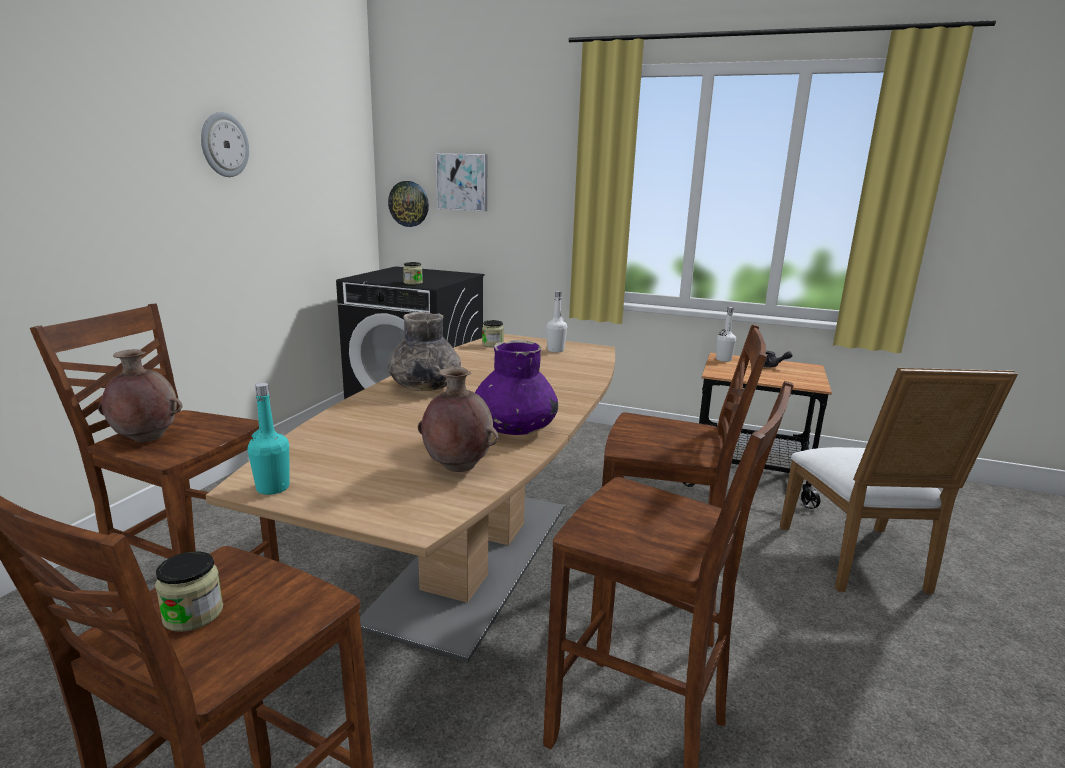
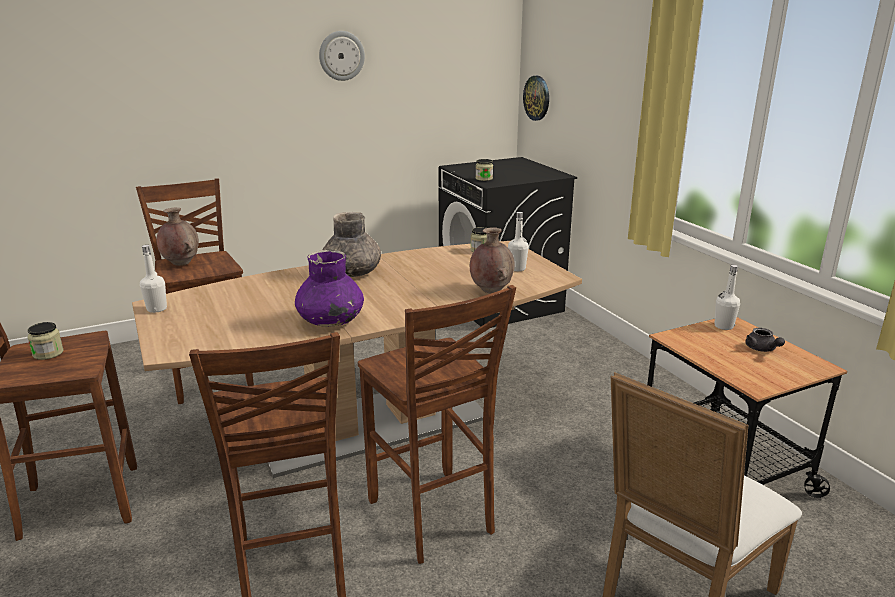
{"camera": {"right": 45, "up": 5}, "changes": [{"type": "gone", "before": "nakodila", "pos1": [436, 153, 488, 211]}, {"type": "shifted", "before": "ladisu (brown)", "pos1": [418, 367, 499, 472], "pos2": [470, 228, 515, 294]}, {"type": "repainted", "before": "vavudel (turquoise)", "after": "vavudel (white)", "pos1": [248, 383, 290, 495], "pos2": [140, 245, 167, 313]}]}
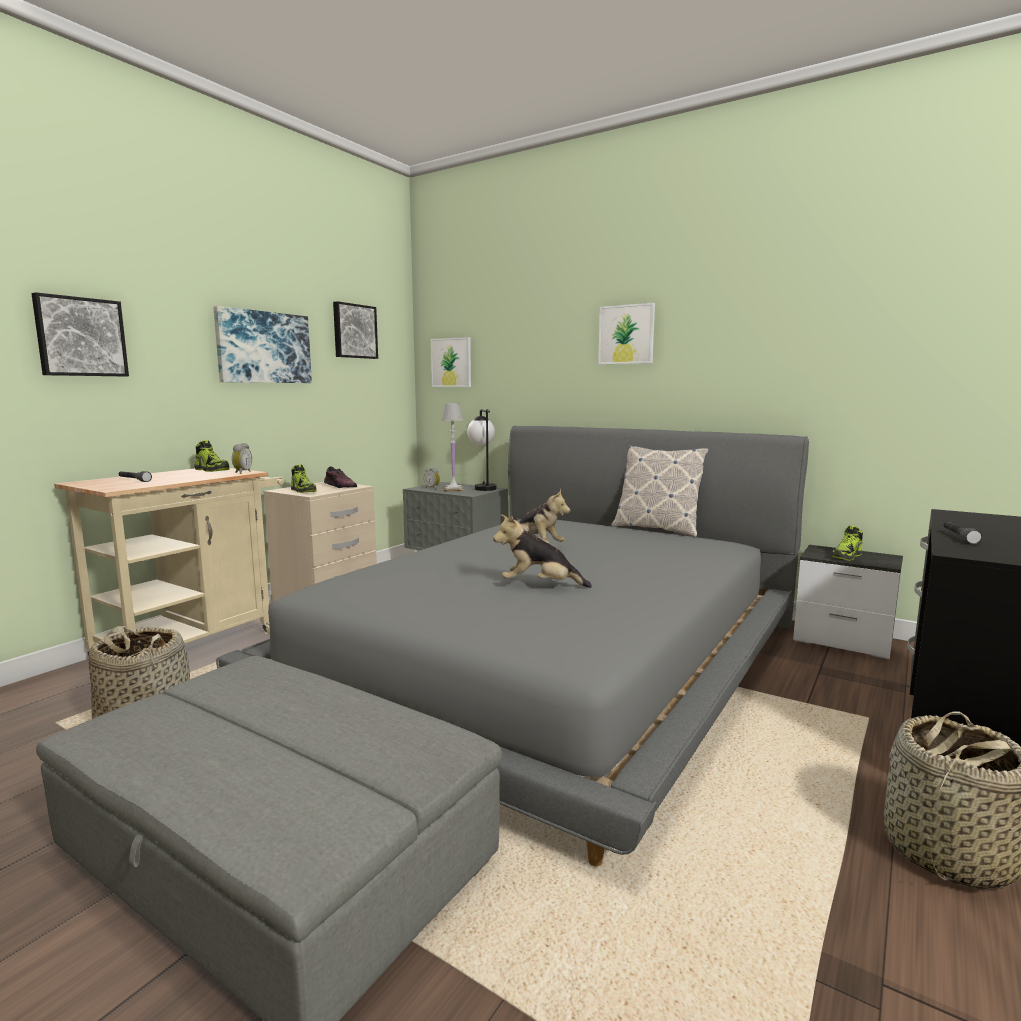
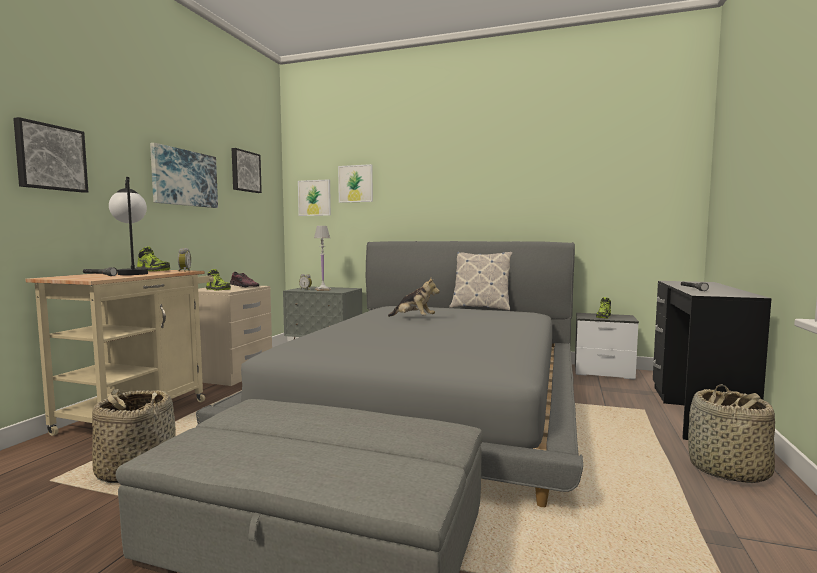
{"camera": {"right": -15, "up": -5}, "changes": [{"type": "gone", "before": "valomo", "pos1": [493, 514, 592, 588]}, {"type": "shifted", "before": "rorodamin", "pos1": [467, 409, 497, 491], "pos2": [109, 177, 148, 275]}, {"type": "shifted", "before": "nakodila", "pos1": [598, 303, 655, 364], "pos2": [338, 164, 373, 203]}]}
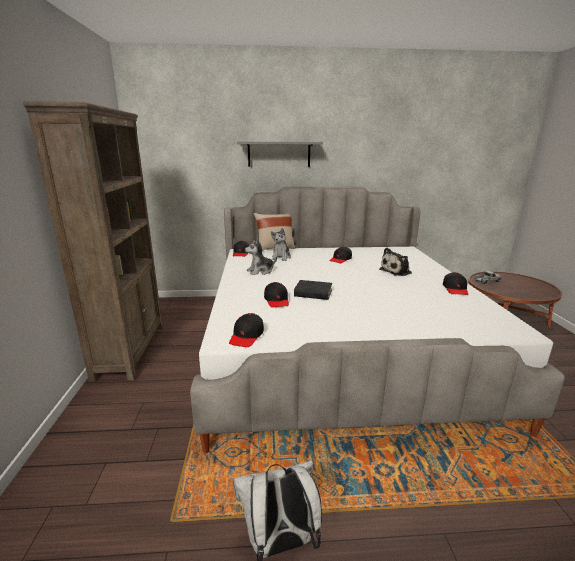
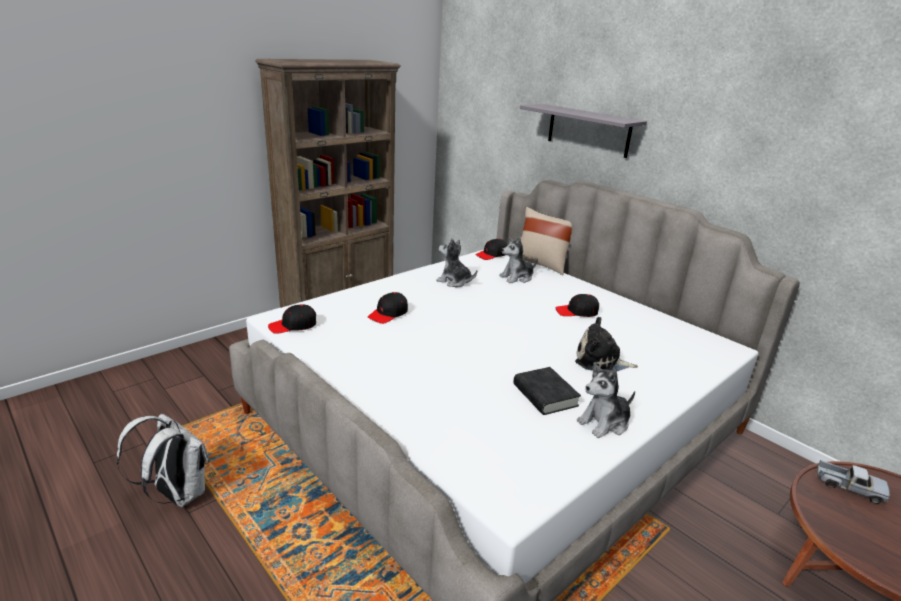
{"camera": {"right": 50, "up": 5}, "changes": [{"type": "shifted", "before": "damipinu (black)", "pos1": [294, 280, 332, 300], "pos2": [513, 367, 581, 415]}, {"type": "swapped", "before": "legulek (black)", "after": "valomo", "pos1": [443, 272, 468, 295], "pos2": [577, 363, 635, 438]}]}
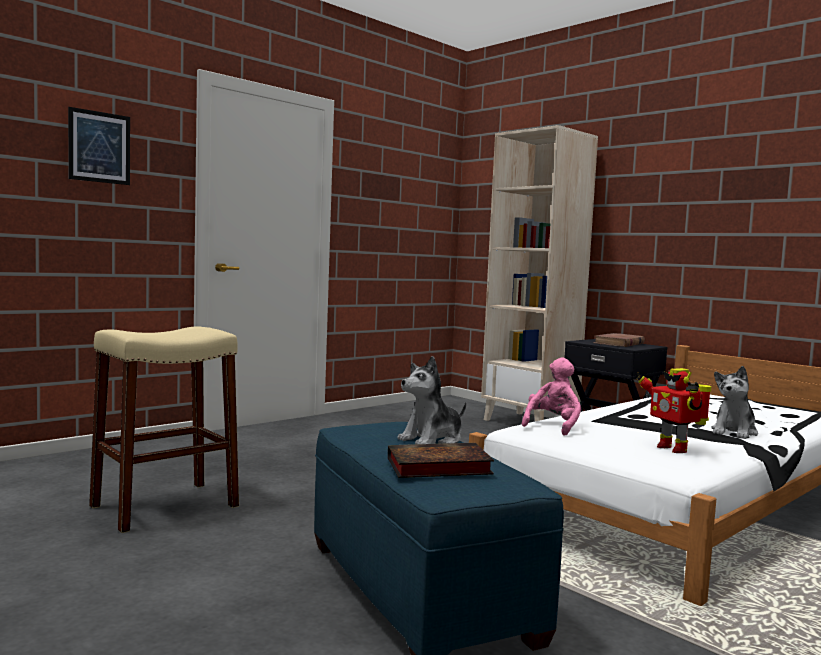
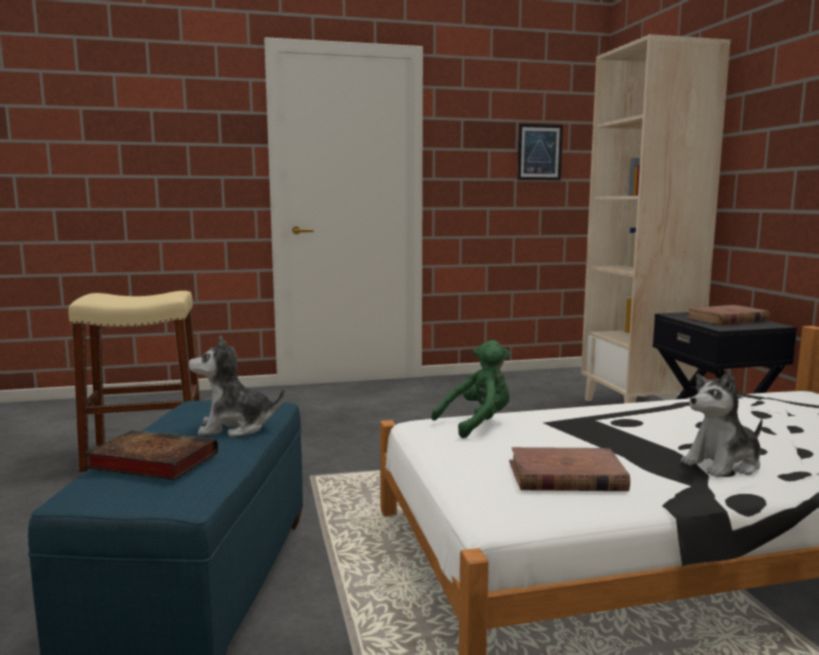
{"camera": {"right": 30, "up": 5}, "changes": [{"type": "shifted", "before": "nakodila", "pos1": [68, 107, 130, 185], "pos2": [517, 124, 563, 180]}, {"type": "swapped", "before": "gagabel", "after": "damipinu (brown)", "pos1": [637, 368, 711, 453], "pos2": [509, 447, 630, 491]}, {"type": "repainted", "before": "valomo (pink)", "after": "valomo (green)", "pos1": [521, 358, 581, 436], "pos2": [431, 340, 510, 438]}]}
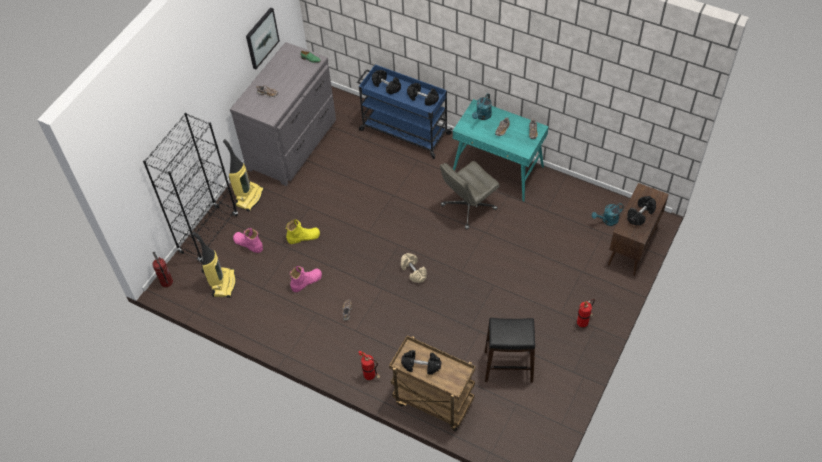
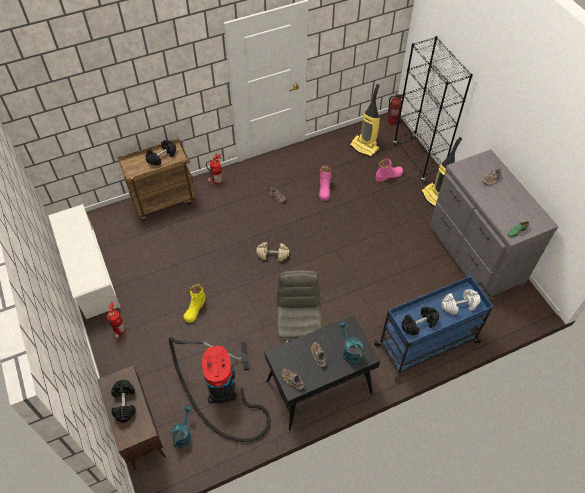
{"camera": {"right": 125, "up": 0}, "changes": [{"type": "gone", "before": "nakodila", "pos1": [246, 7, 280, 69]}, {"type": "gone", "before": "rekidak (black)", "pos1": [485, 318, 535, 383]}, {"type": "new", "after": "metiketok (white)", "pos2": [48, 204, 121, 319]}, {"type": "new", "after": "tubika", "pos2": [169, 337, 271, 442]}, {"type": "shifted", "before": "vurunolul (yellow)", "pos1": [286, 220, 320, 244], "pos2": [183, 283, 206, 323]}, {"type": "repainted", "before": "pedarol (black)", "after": "pedarol (white)", "pos1": [372, 70, 401, 94], "pos2": [441, 289, 480, 315]}, {"type": "repainted", "before": "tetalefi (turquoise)", "after": "tetalefi (black)", "pos1": [453, 99, 549, 202], "pos2": [264, 315, 380, 431]}]}
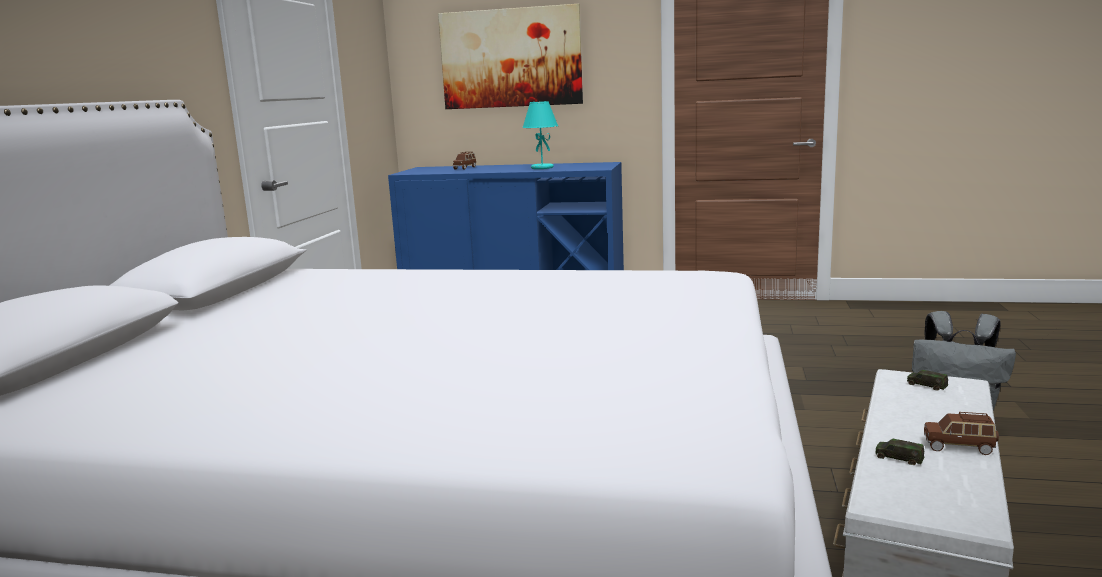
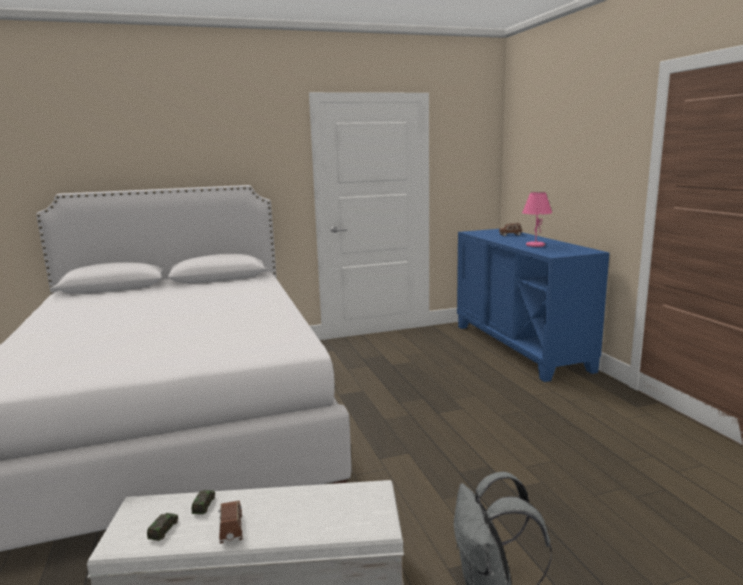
{"camera": {"right": 60, "up": 0}, "changes": [{"type": "gone", "before": "nakodila", "pos1": [438, 4, 583, 109]}, {"type": "shifted", "before": "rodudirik", "pos1": [907, 370, 948, 391], "pos2": [147, 513, 179, 541]}, {"type": "repainted", "before": "rorodamin (turquoise)", "after": "rorodamin (pink)", "pos1": [522, 101, 558, 169], "pos2": [522, 192, 552, 247]}]}
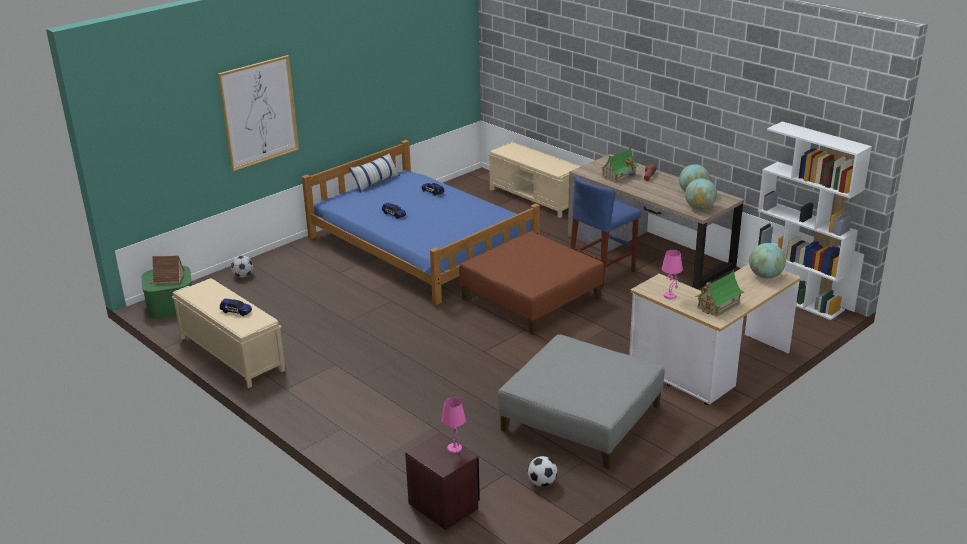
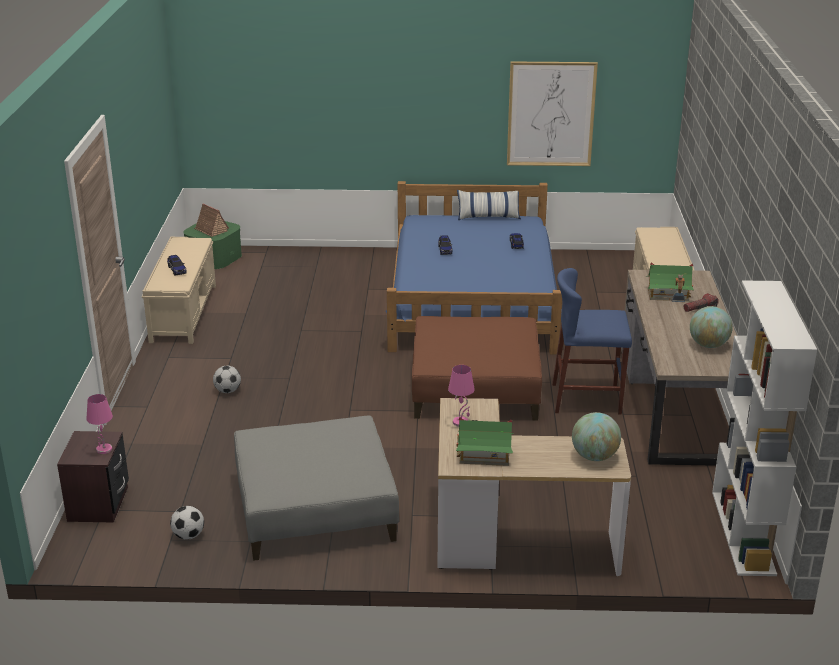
{"camera": {"right": 45, "up": 0}, "changes": [{"type": "gone", "before": "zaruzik", "pos1": [685, 178, 717, 210]}, {"type": "shifted", "before": "nakodila", "pos1": [218, 55, 299, 171], "pos2": [507, 61, 598, 166]}, {"type": "shifted", "before": "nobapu", "pos1": [231, 256, 253, 277], "pos2": [213, 366, 241, 393]}]}
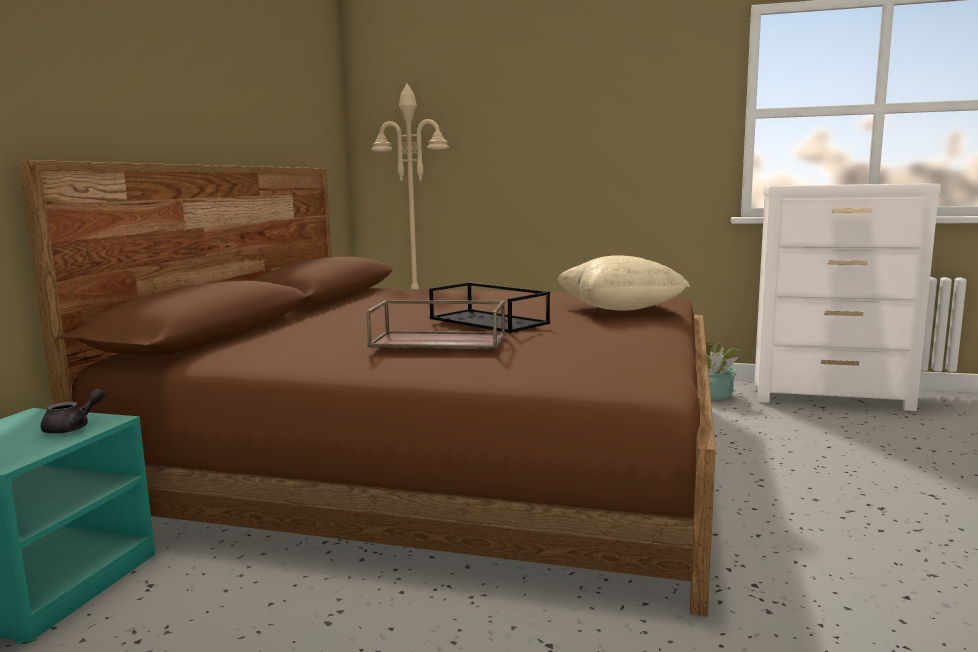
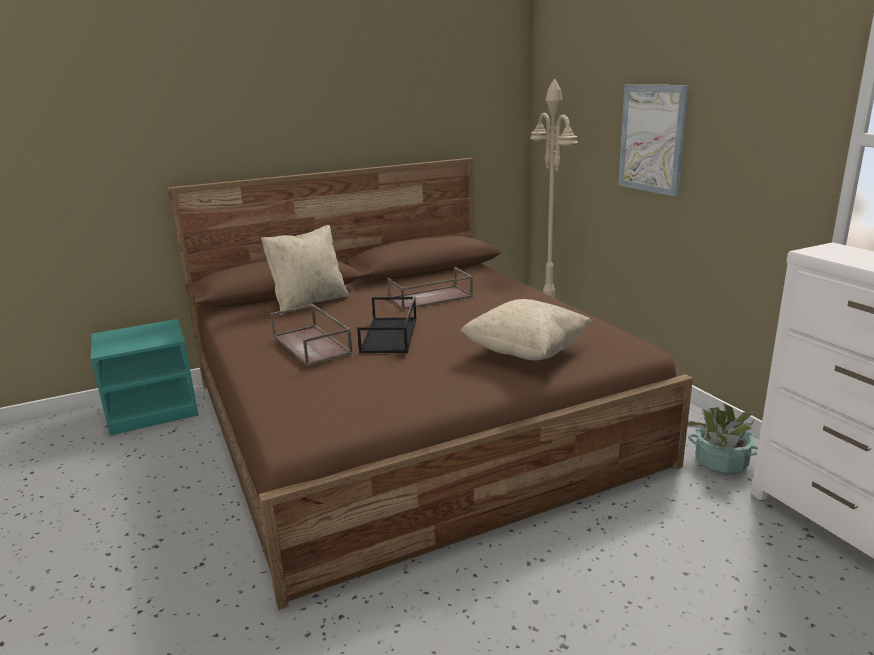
{"camera": {"right": 50, "up": 10}, "changes": [{"type": "gone", "before": "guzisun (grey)", "pos1": [41, 389, 105, 434]}, {"type": "new", "after": "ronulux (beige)", "pos2": [261, 225, 349, 315]}, {"type": "new", "after": "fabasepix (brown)", "pos2": [387, 267, 473, 310]}, {"type": "new", "after": "nakodila", "pos2": [618, 85, 689, 197]}]}
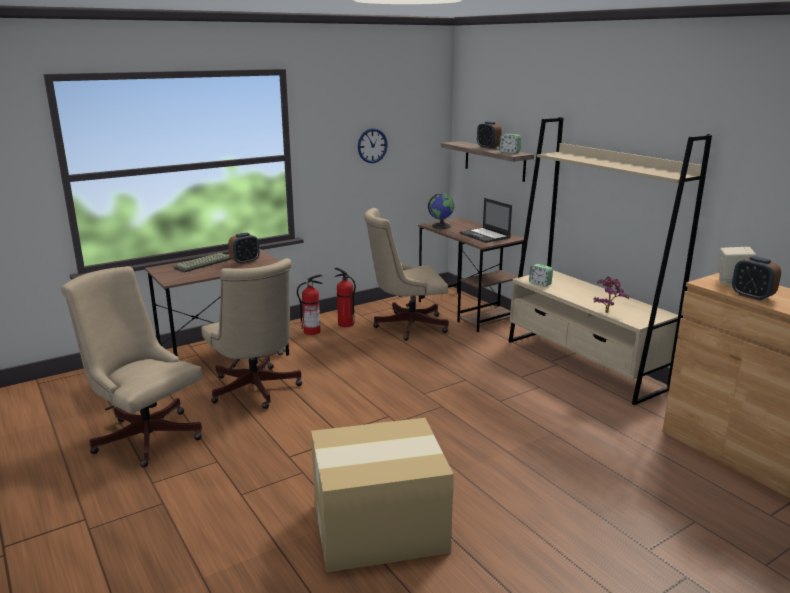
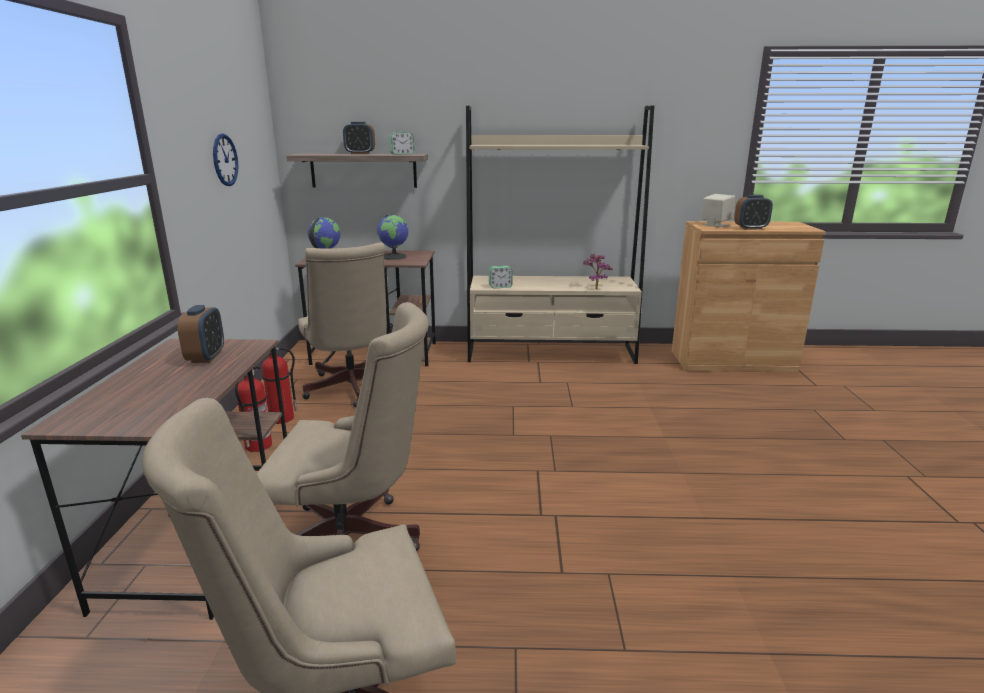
{"camera": {"right": -55, "up": 0}, "changes": [{"type": "gone", "before": "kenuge", "pos1": [173, 253, 231, 272]}, {"type": "gone", "before": "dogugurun", "pos1": [311, 418, 454, 573]}, {"type": "swapped", "before": "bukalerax", "after": "zaruzik", "pos1": [459, 198, 512, 243], "pos2": [377, 215, 409, 260]}, {"type": "rotated", "before": "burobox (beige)", "pos1": [364, 208, 449, 341], "pos2": [298, 242, 387, 407], "turn": -45}]}
